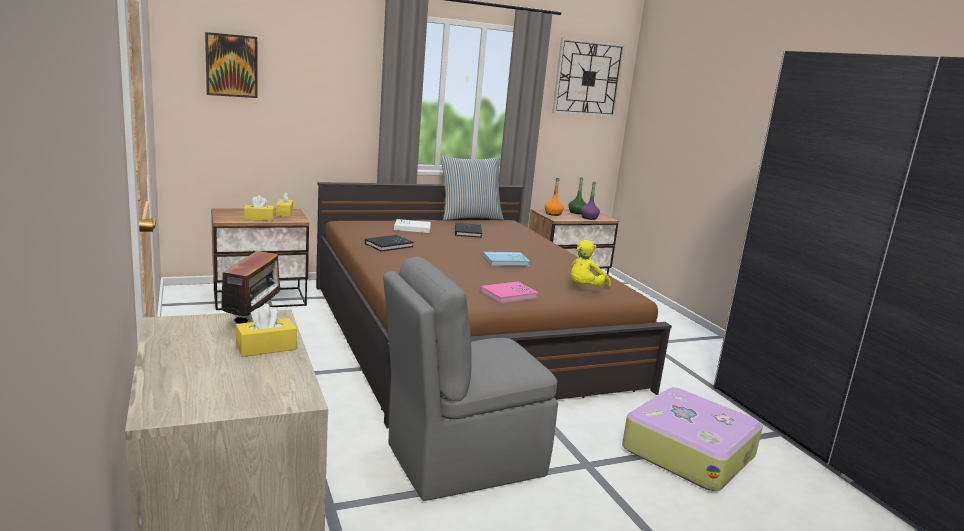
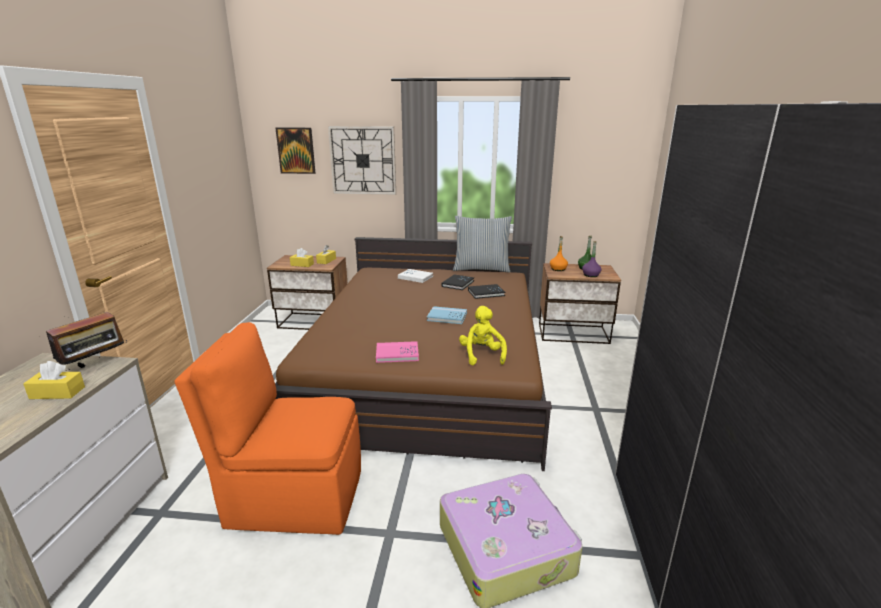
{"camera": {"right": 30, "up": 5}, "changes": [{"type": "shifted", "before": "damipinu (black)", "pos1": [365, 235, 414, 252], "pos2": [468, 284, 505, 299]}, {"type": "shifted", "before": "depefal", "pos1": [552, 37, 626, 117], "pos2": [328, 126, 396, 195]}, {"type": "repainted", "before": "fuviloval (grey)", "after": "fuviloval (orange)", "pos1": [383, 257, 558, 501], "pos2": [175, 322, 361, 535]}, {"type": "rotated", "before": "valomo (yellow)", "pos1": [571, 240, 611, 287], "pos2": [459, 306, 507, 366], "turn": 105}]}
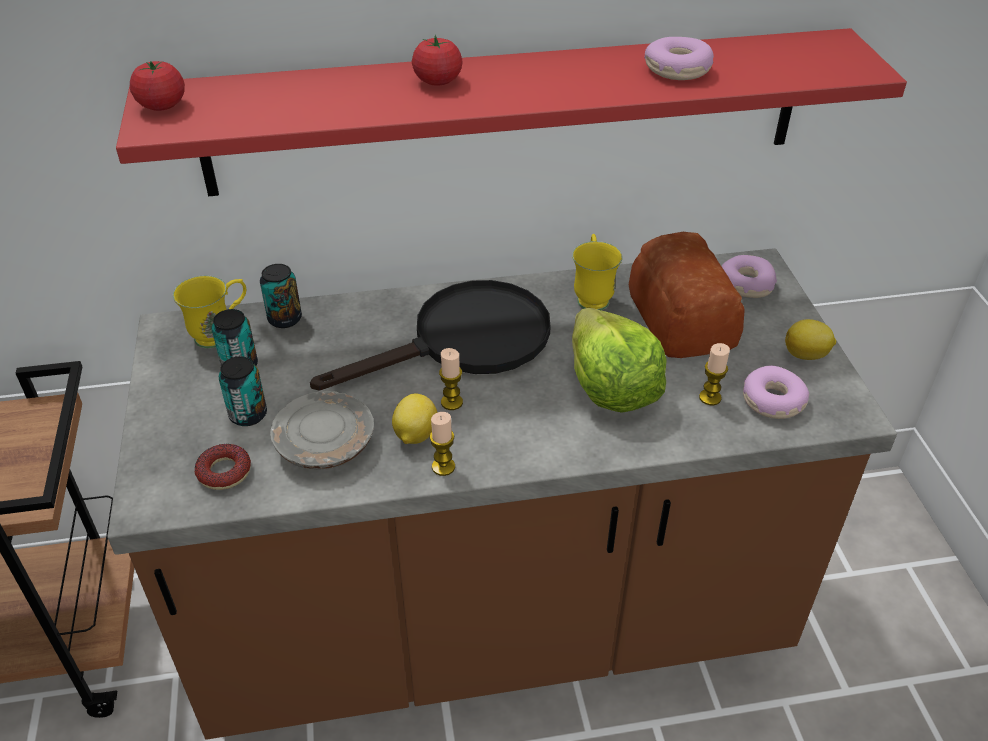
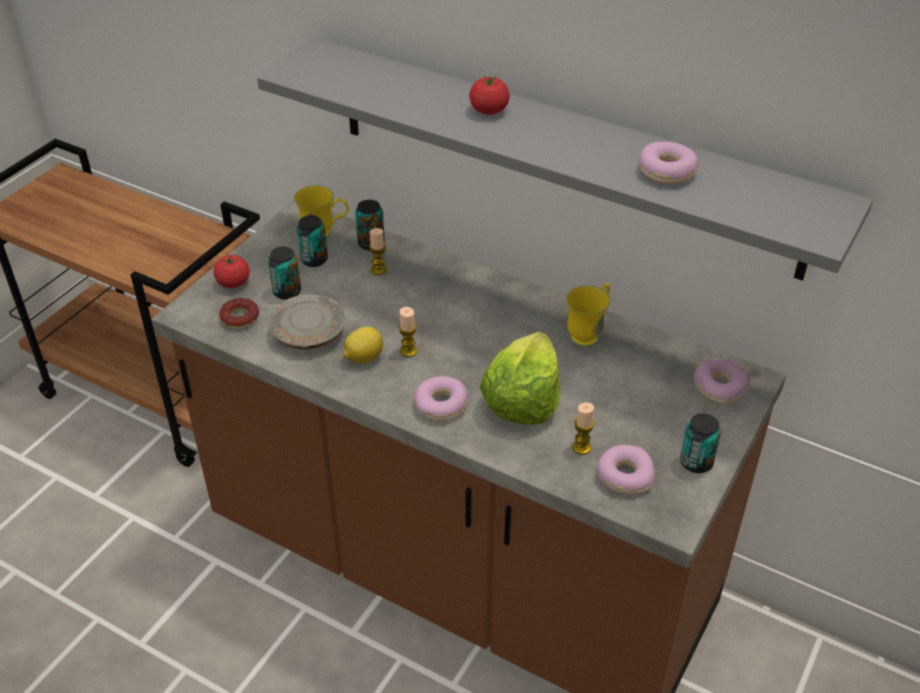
{"camera": {"right": 40, "up": 0}, "changes": [{"type": "gone", "before": "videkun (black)", "pos1": [310, 280, 551, 391]}, {"type": "gone", "before": "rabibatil", "pos1": [629, 232, 745, 358]}, {"type": "new", "after": "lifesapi", "pos2": [414, 376, 469, 421]}, {"type": "shifted", "before": "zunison", "pos1": [130, 61, 185, 111], "pos2": [214, 255, 250, 288]}, {"type": "shifted", "before": "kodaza", "pos1": [430, 412, 455, 476], "pos2": [369, 228, 387, 275]}, {"type": "swapped", "before": "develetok", "after": "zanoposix", "pos1": [785, 319, 836, 360], "pos2": [680, 413, 721, 473]}, {"type": "repainted", "before": "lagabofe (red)", "after": "lagabofe (grey)", "pos1": [116, 28, 907, 196], "pos2": [257, 37, 873, 281]}]}
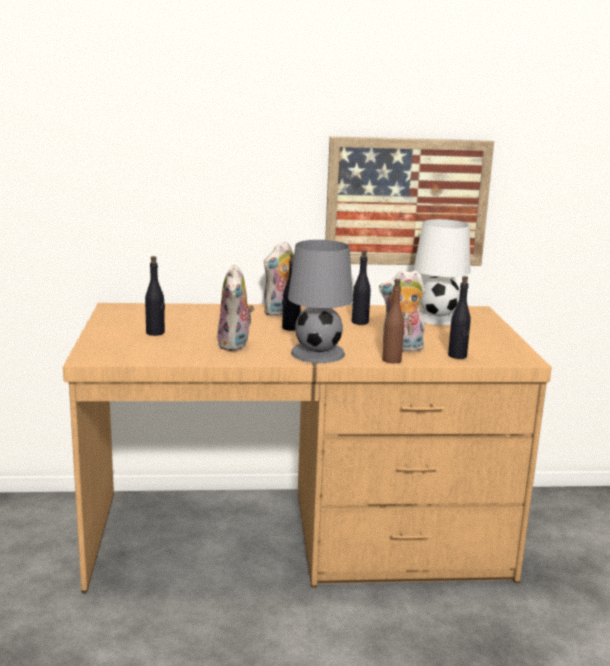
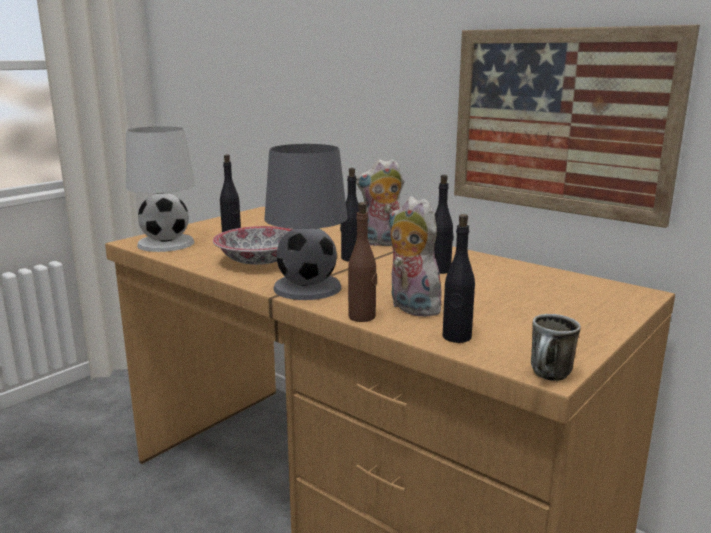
{"camera": {"right": 45, "up": 0}, "changes": [{"type": "new", "after": "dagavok", "pos2": [531, 314, 581, 381]}, {"type": "shifted", "before": "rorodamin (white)", "pos1": [414, 219, 470, 325], "pos2": [126, 126, 195, 252]}, {"type": "swapped", "before": "valomo", "after": "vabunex", "pos1": [217, 264, 255, 351], "pos2": [213, 226, 292, 265]}]}
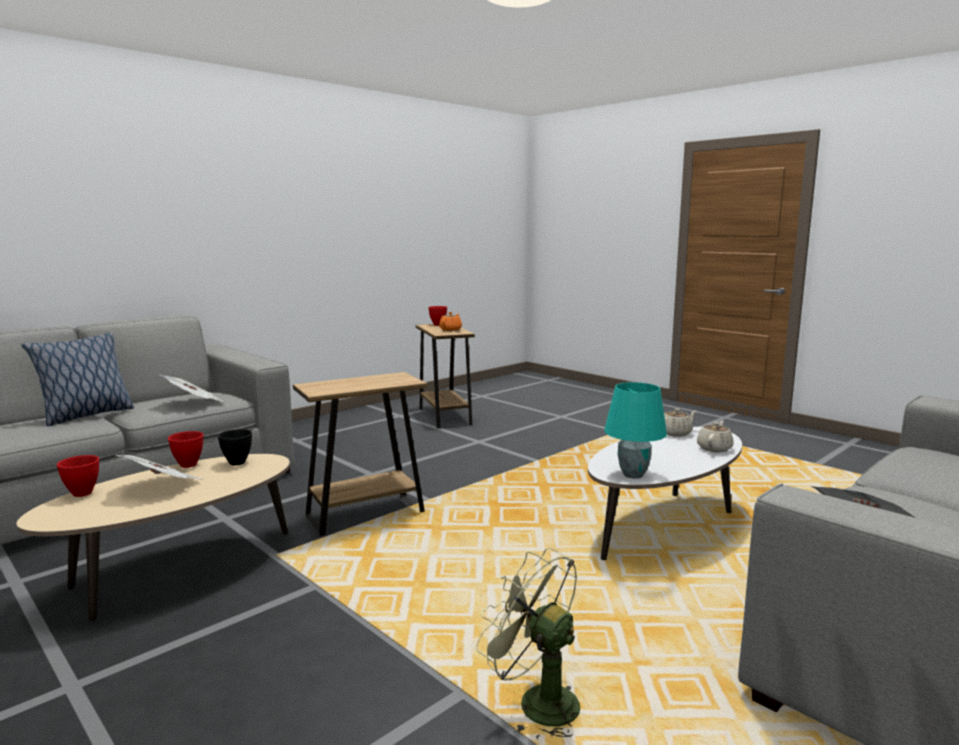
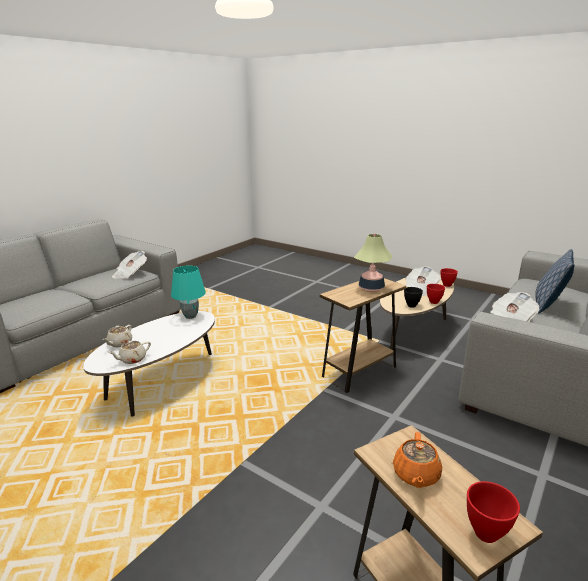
{"camera": {"right": 170, "up": 10}, "changes": [{"type": "gone", "before": "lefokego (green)", "pos1": [476, 548, 580, 739]}, {"type": "new", "after": "rorodamin", "pos2": [354, 233, 392, 292]}]}
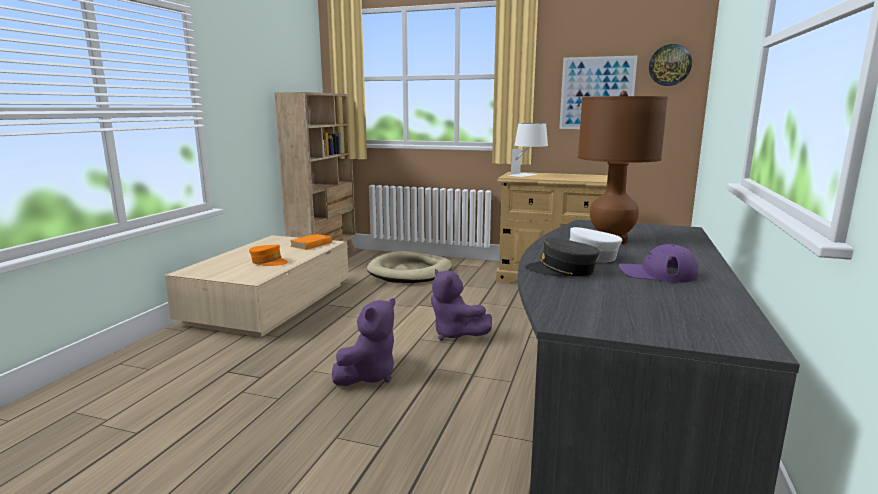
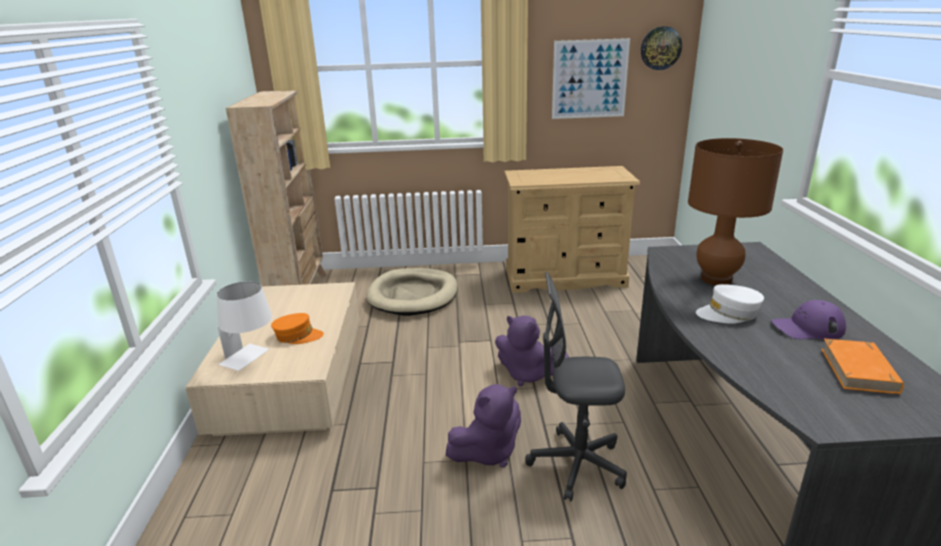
{"camera": {"right": -20, "up": 10}, "changes": [{"type": "gone", "before": "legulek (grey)", "pos1": [525, 237, 600, 276]}, {"type": "new", "after": "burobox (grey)", "pos2": [525, 272, 627, 501]}, {"type": "shifted", "before": "damipinu (orange)", "pos1": [289, 234, 332, 250], "pos2": [821, 339, 904, 394]}, {"type": "shifted", "before": "rorodamin (white)", "pos1": [507, 123, 548, 177], "pos2": [217, 282, 272, 371]}, {"type": "rotated", "before": "valomo (purple)", "pos1": [332, 298, 395, 386], "pos2": [445, 384, 521, 468], "turn": 45}]}
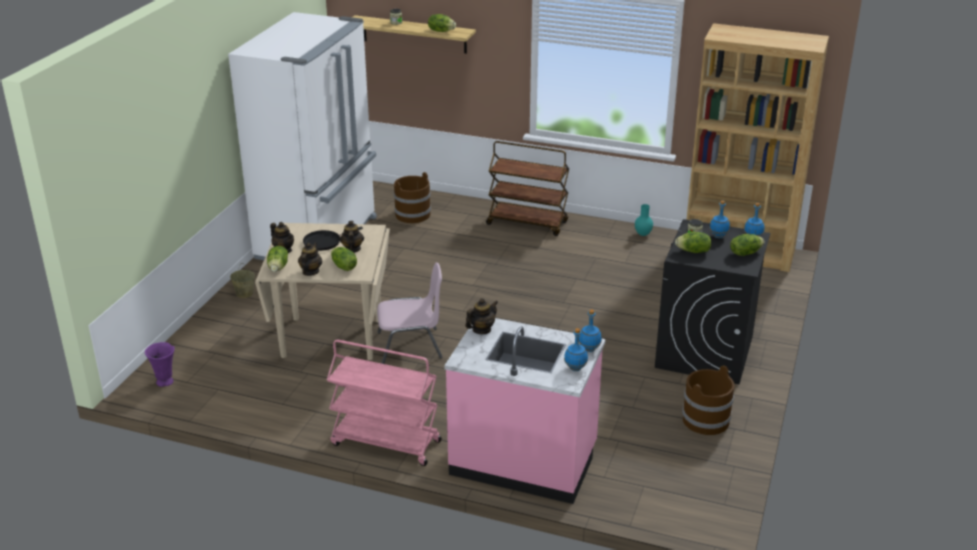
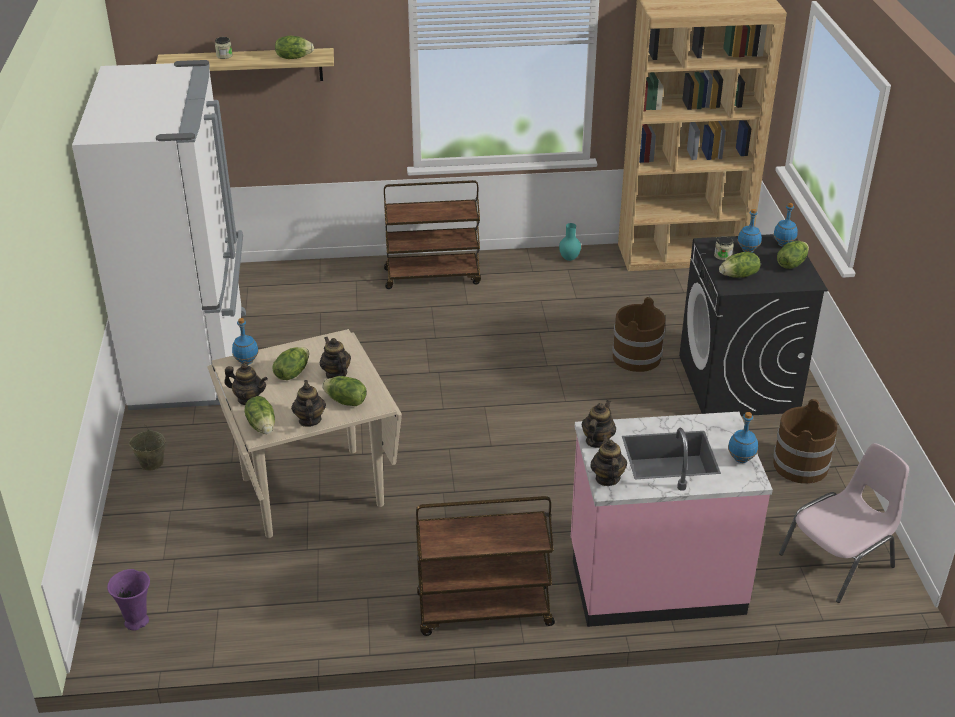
{"camera": {"right": -25, "up": 5}, "changes": [{"type": "new", "after": "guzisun", "pos2": [590, 435, 627, 486]}, {"type": "shifted", "before": "fuviloval (pink)", "pos1": [377, 263, 443, 364], "pos2": [779, 443, 909, 603]}, {"type": "shifted", "before": "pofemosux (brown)", "pos1": [394, 172, 431, 223], "pos2": [612, 297, 665, 372]}, {"type": "shifted", "before": "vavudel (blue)", "pos1": [579, 310, 602, 352], "pos2": [232, 318, 259, 365]}, {"type": "swapped", "before": "videkun (black)", "after": "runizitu", "pos1": [303, 227, 363, 251], "pos2": [273, 347, 309, 380]}, {"type": "repainted", "before": "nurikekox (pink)", "after": "nurikekox (brown)", "pos1": [327, 340, 442, 466], "pos2": [416, 496, 555, 636]}]}
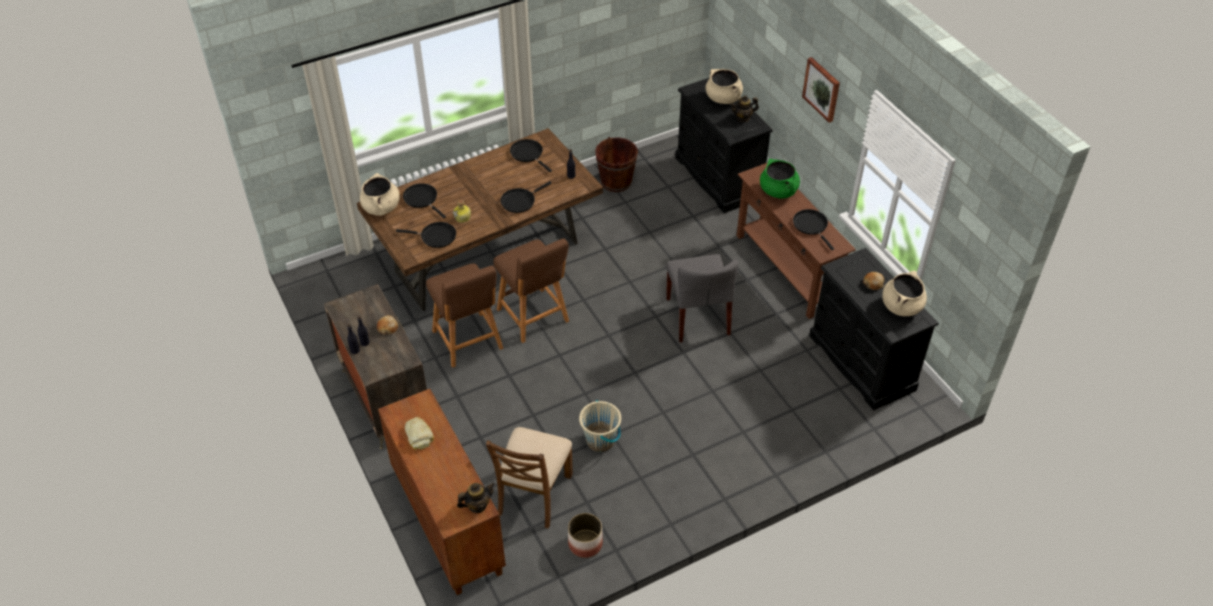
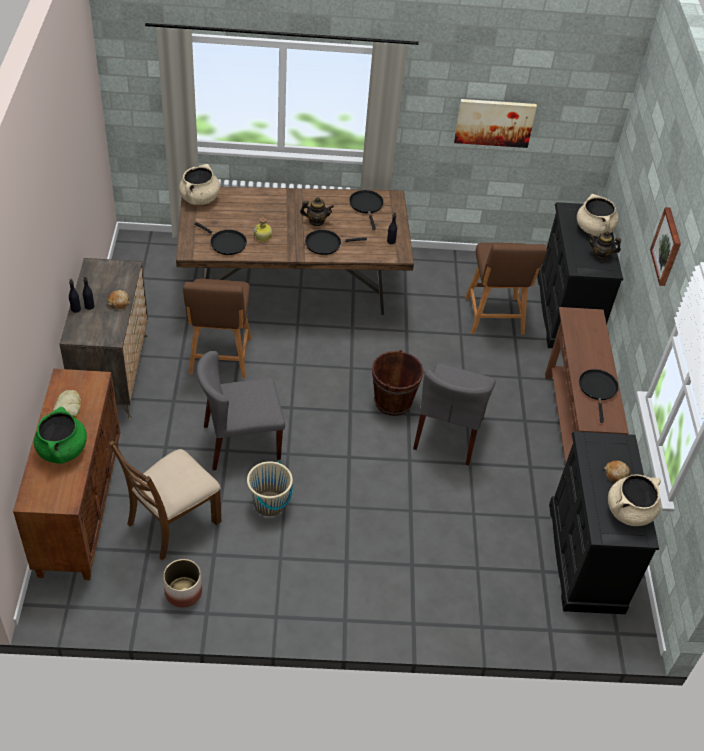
{"camera": {"right": 25, "up": 0}, "changes": [{"type": "gone", "before": "videkun (black)", "pos1": [403, 183, 446, 218]}, {"type": "new", "after": "fuviloval (grey)", "pos2": [197, 351, 285, 470]}, {"type": "new", "after": "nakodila", "pos2": [454, 99, 537, 148]}, {"type": "shifted", "before": "guzisun", "pos1": [457, 483, 495, 513], "pos2": [300, 197, 334, 226]}, {"type": "shifted", "before": "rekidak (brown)", "pos1": [493, 238, 569, 343], "pos2": [465, 243, 547, 334]}, {"type": "shifted", "before": "pofemosux (brown)", "pos1": [595, 137, 638, 192], "pos2": [372, 350, 424, 416]}, {"type": "shifted", "before": "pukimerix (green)", "pos1": [760, 159, 800, 199], "pos2": [34, 407, 87, 464]}]}
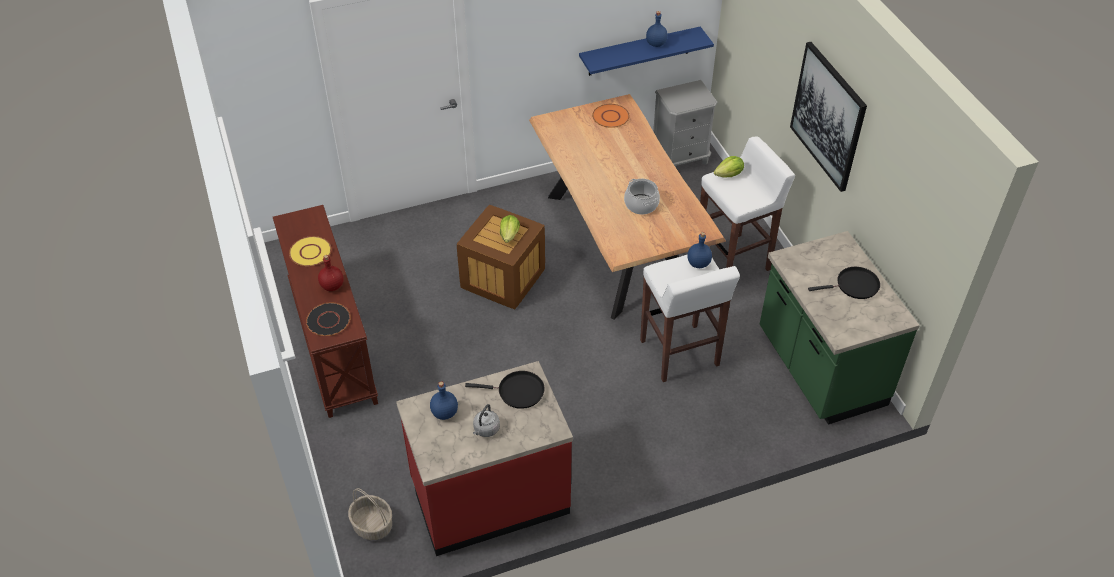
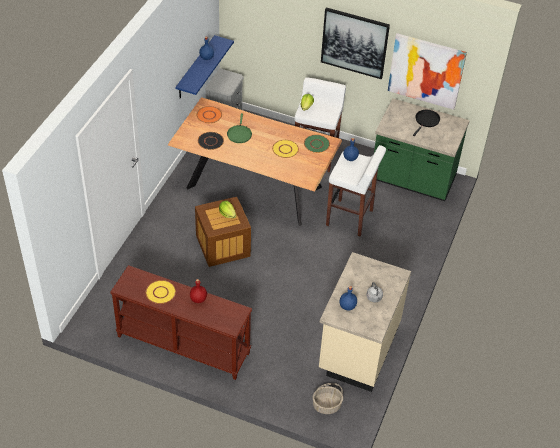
{"camera": {"right": -50, "up": 0}, "changes": [{"type": "gone", "before": "videkun (black)", "pos1": [465, 371, 545, 409]}, {"type": "new", "after": "videkun (green)", "pos2": [227, 113, 252, 143]}, {"type": "new", "after": "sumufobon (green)", "pos2": [304, 135, 330, 153]}, {"type": "new", "after": "nakodila", "pos2": [388, 33, 467, 110]}, {"type": "shifted", "before": "sumufobon (black)", "pos1": [306, 302, 351, 336], "pos2": [198, 132, 224, 150]}, {"type": "swapped", "before": "pukimerix", "after": "sumufobon (yellow)", "pos1": [624, 179, 660, 215], "pos2": [272, 140, 299, 158]}, {"type": "repainted", "before": "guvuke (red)", "after": "guvuke (beige)", "pos1": [396, 361, 573, 556], "pos2": [319, 252, 411, 392]}]}
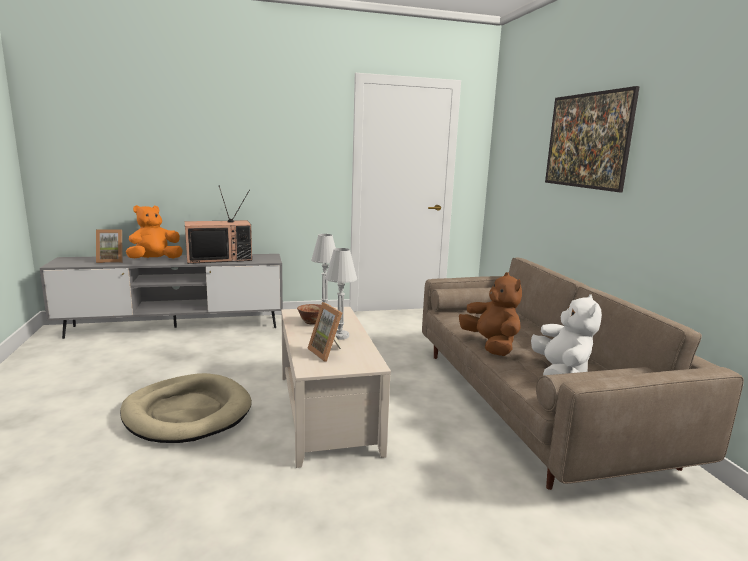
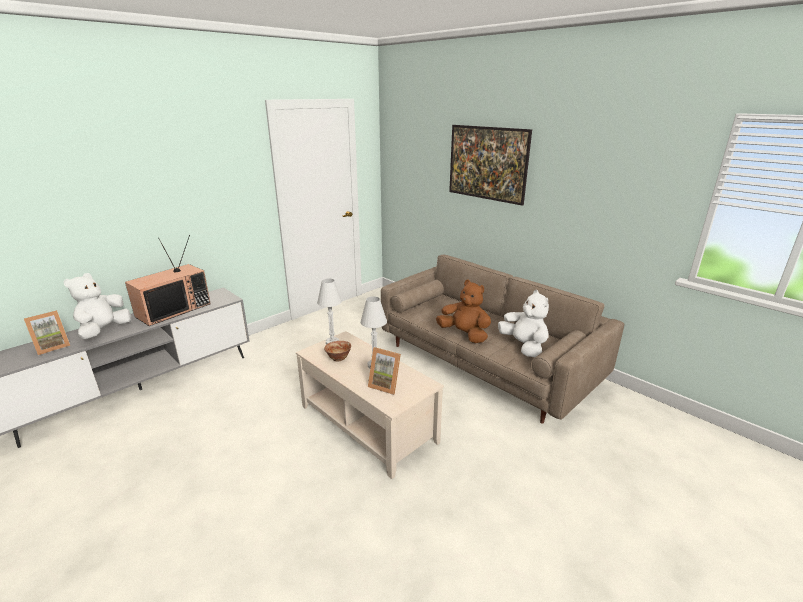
{"camera": {"right": -30, "up": 10}, "changes": [{"type": "gone", "before": "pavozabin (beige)", "pos1": [120, 373, 252, 443]}, {"type": "repainted", "before": "valomo (orange)", "after": "valomo (white)", "pos1": [126, 205, 183, 259], "pos2": [63, 273, 131, 339]}]}
